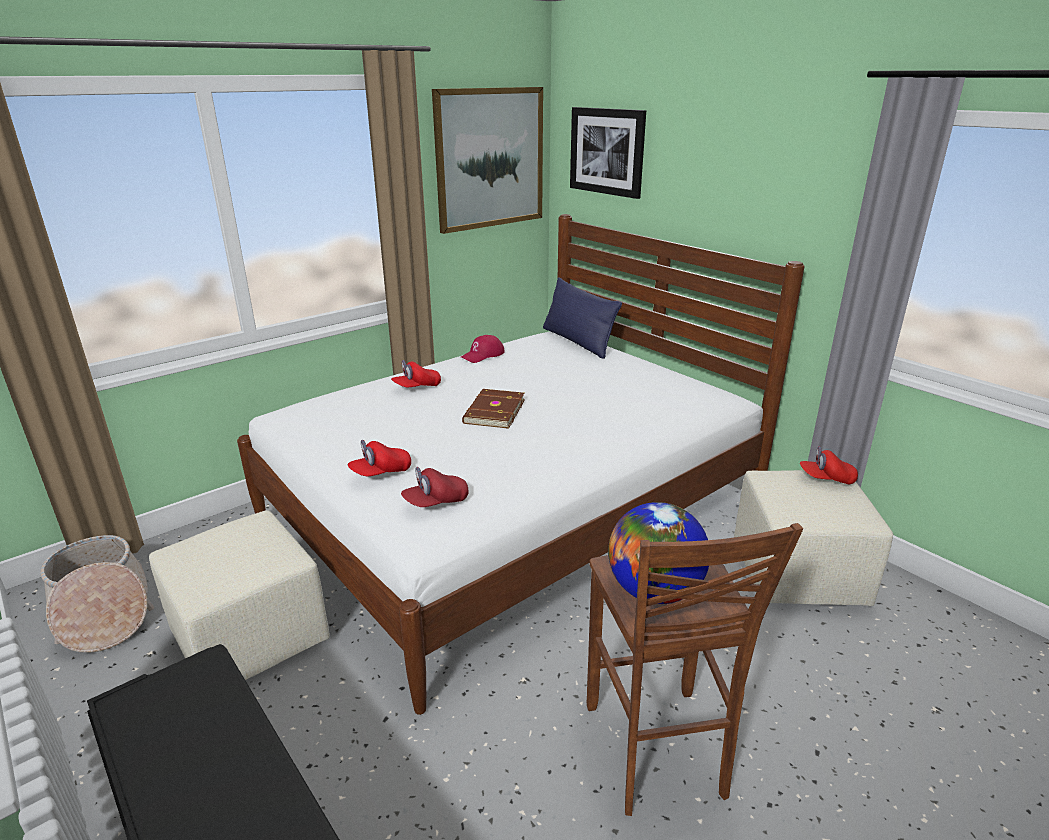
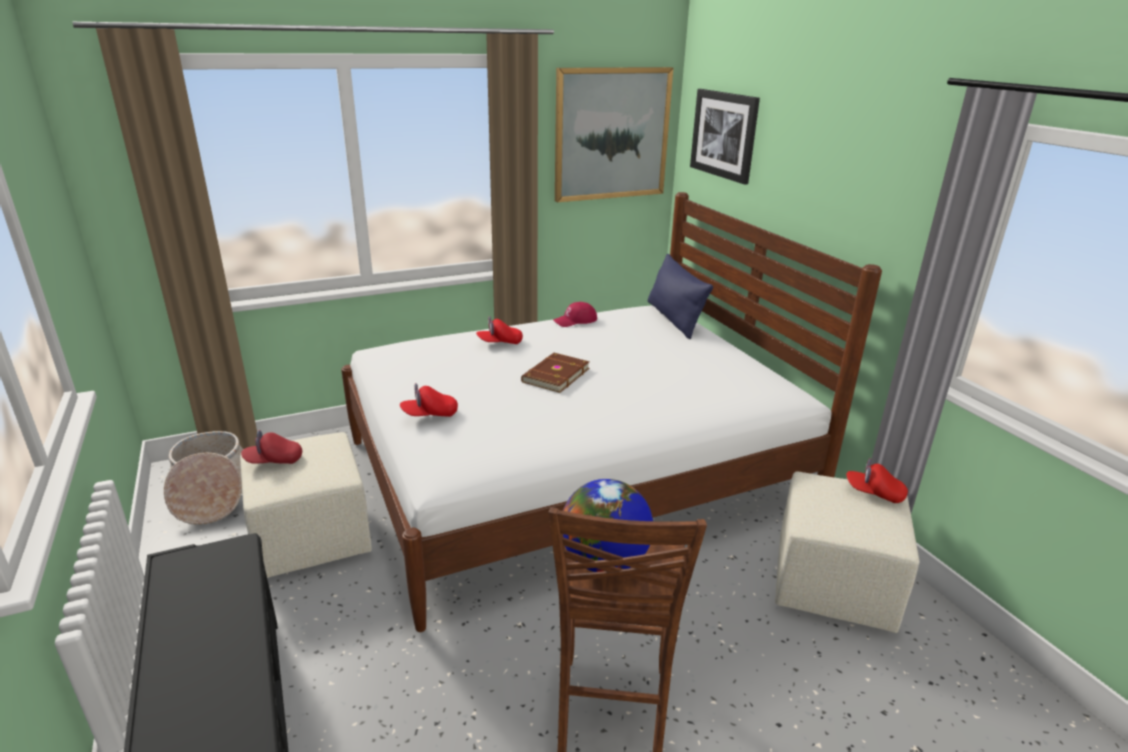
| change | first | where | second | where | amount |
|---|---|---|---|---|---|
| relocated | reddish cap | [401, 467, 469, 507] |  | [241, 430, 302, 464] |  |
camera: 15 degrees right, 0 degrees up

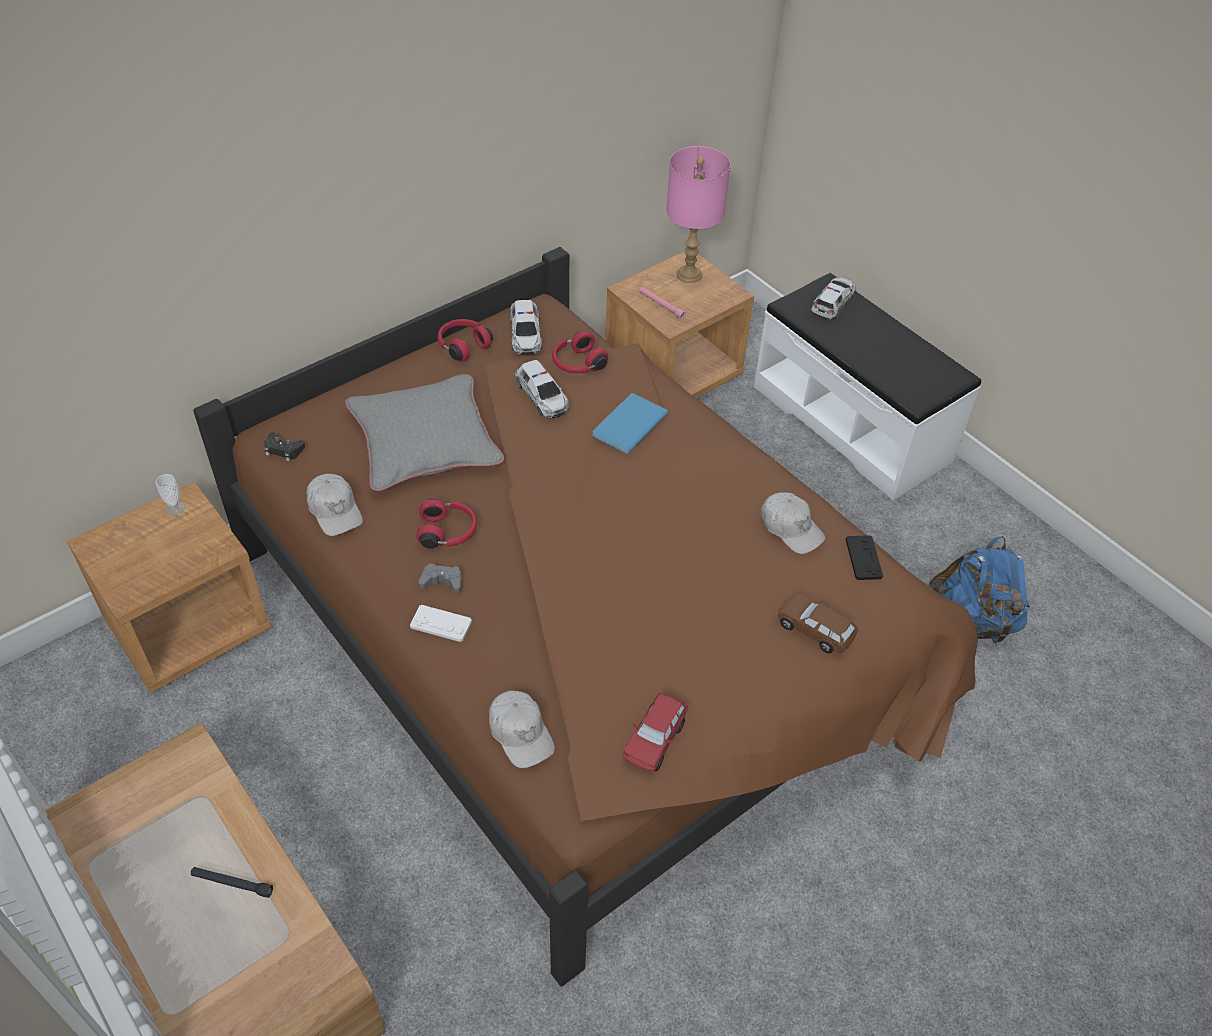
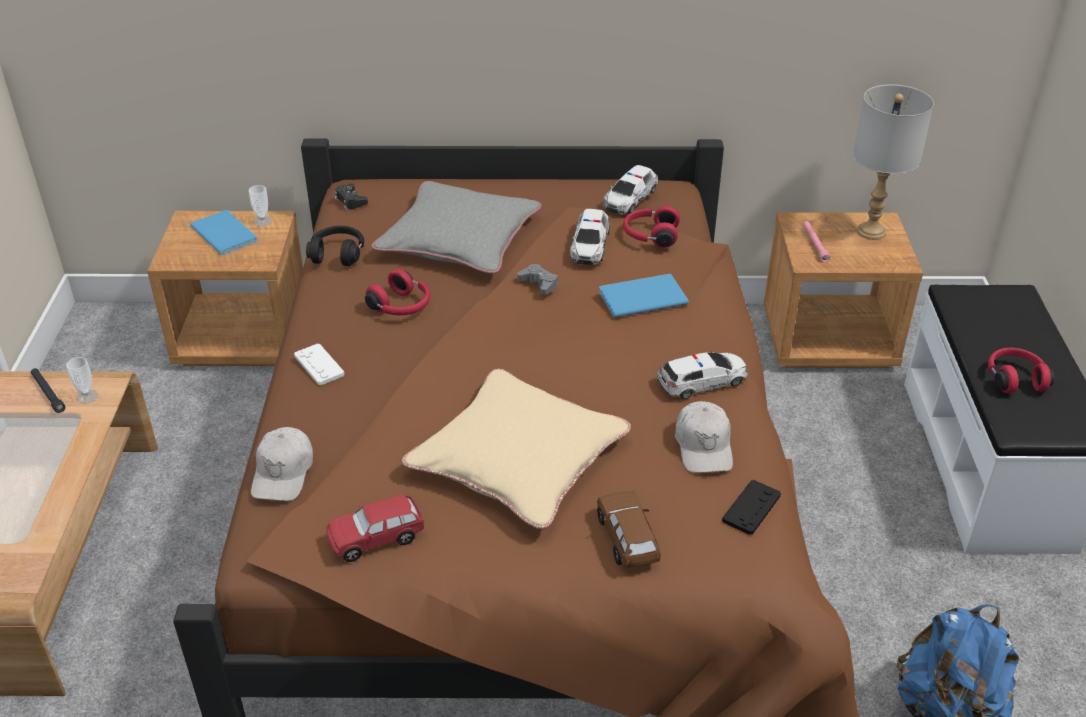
| change | first | where | second | where | amount |
|---|---|---|---|---|---|
| appeared |  |  | small cup | [66, 357, 98, 404] |  |
| appeared |  |  | bluish book | [190, 210, 258, 255] |  |
| appeared |  |  | sand-coloured cushion | [402, 369, 631, 529] |  |
| relocated | black-coloured torch | [191, 867, 273, 898] |  | [31, 368, 65, 413] |  |
| relocated | grey game controller | [418, 563, 461, 593] |  | [517, 264, 558, 295] |  |
| relocated | reddish pair of headphones | [437, 319, 493, 362] |  | [988, 348, 1055, 394] |  |
| relocated | toy car | [811, 277, 856, 320] |  | [657, 351, 748, 399] |  |
| exchanged | white cap | [307, 474, 363, 536] | black-coloured pair of headphones | [306, 226, 364, 266] |  |
| colour | pink table lamp | [666, 146, 731, 283] | grey table lamp | [853, 84, 934, 240] |  |
camera: 40 degrees right, 10 degrees down

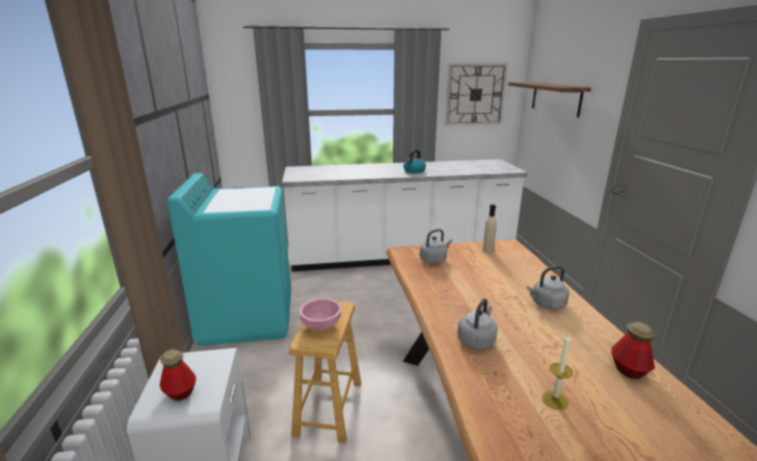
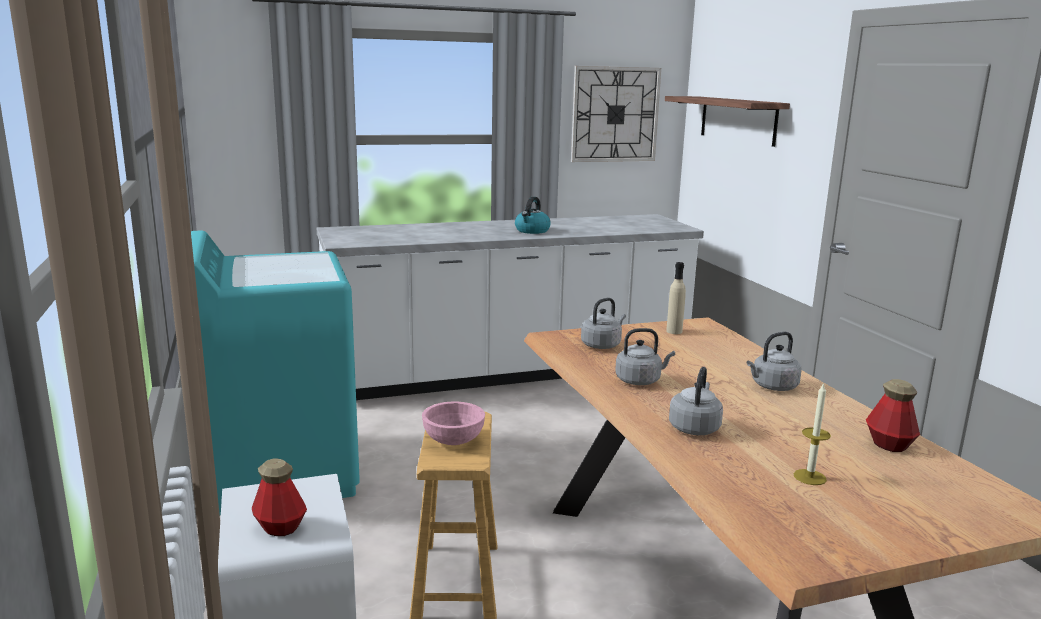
| change | first | where | second | where | amount |
|---|---|---|---|---|---|
| appeared |  |  | grey tea kettle | [615, 328, 675, 385] |  |
camera: 10 degrees left, 5 degrees down

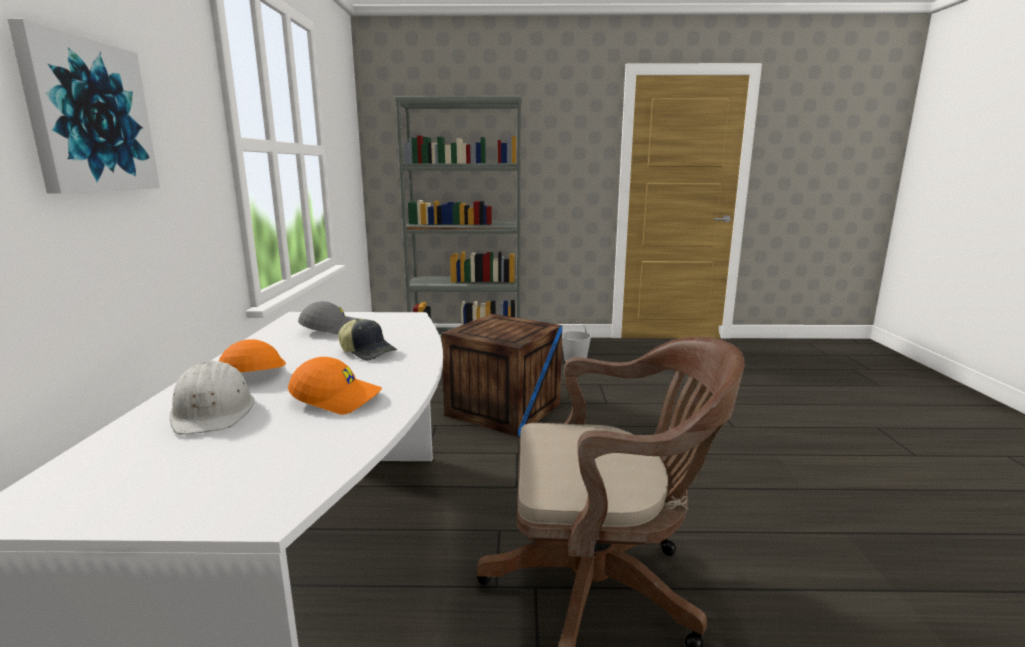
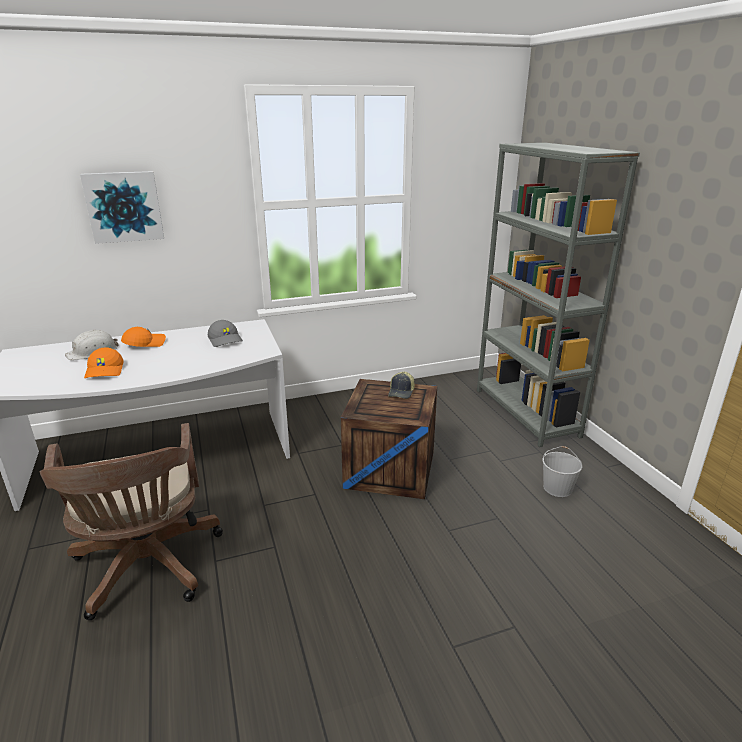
| change | first | where | second | where | amount |
|---|---|---|---|---|---|
| relocated | cap | [338, 318, 397, 360] |  | [388, 372, 415, 399] |  |
camera: 70 degrees right, 10 degrees up

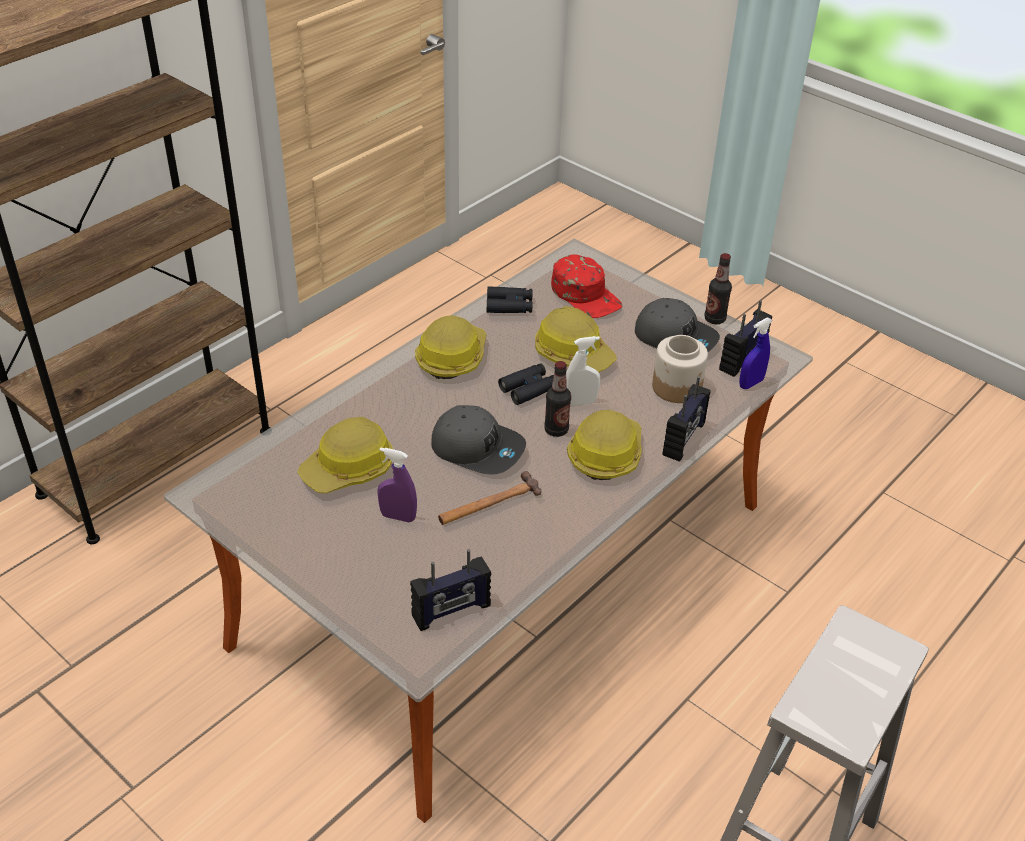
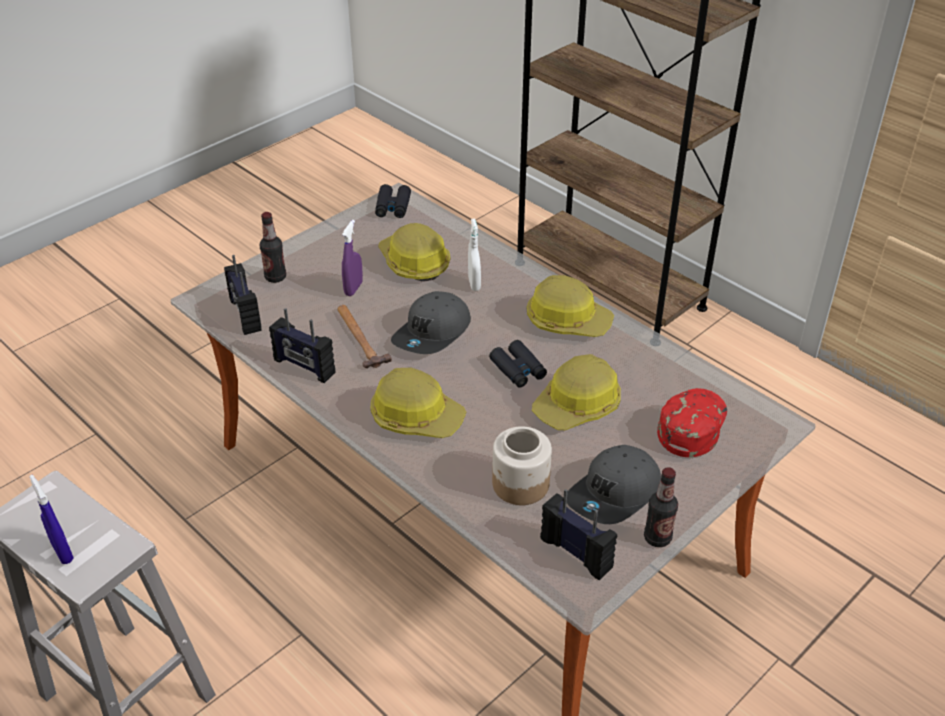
| change | first | where | second | where | amount |
|---|---|---|---|---|---|
| relocated | black-coloured pair of binoculars | [487, 286, 533, 313] |  | [375, 184, 411, 218] |  |
| relocated | beverage bottle | [544, 361, 571, 437] |  | [260, 212, 286, 283] |  |
| relocated | white hand sprayer | [566, 336, 600, 406] |  | [468, 219, 481, 291] |  |
| relocated | radio set | [663, 376, 711, 462] |  | [269, 308, 336, 383] |  |
| relocated | bluish hand sprayer | [739, 317, 773, 389] |  | [29, 475, 74, 564] |  |
| spun | reddish cap | [551, 254, 622, 318] |  | [657, 388, 727, 457] | 150 degrees clockwise |
camera: 95 degrees right, 0 degrees up

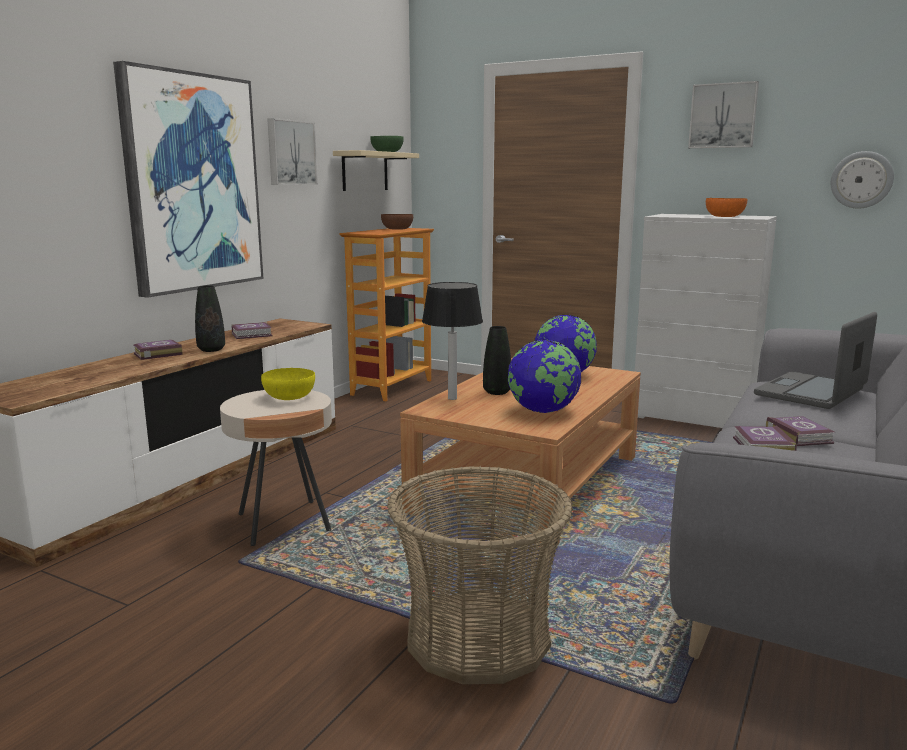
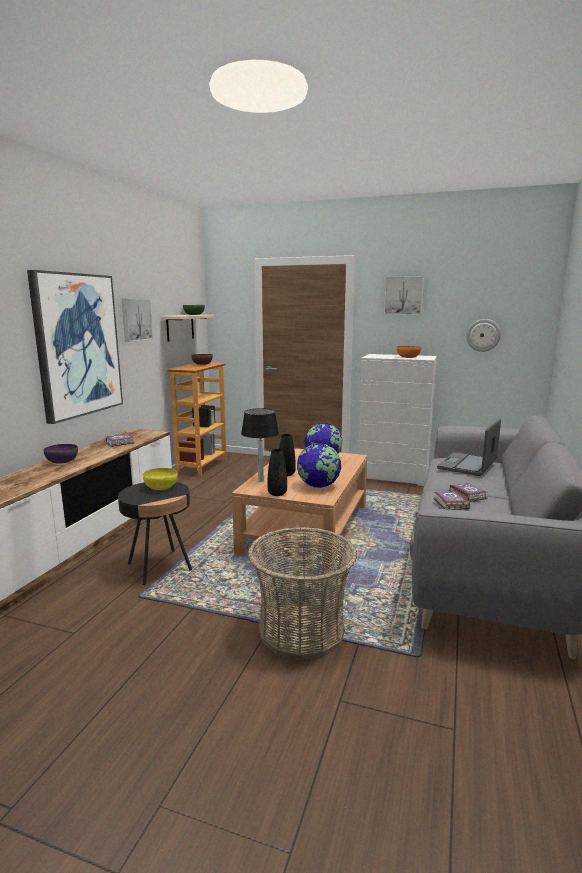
| change | first | where | second | where | amount |
|---|---|---|---|---|---|
| relocated | black-coloured decorative vase | [195, 285, 225, 352] |  | [267, 449, 287, 496] |  |
| exchanged | book | [134, 340, 182, 360] | purple bowl | [44, 444, 78, 464] |  |
| colour | sand-coloured accent table | [220, 390, 332, 546] | black-coloured accent table | [118, 482, 192, 585] |  |
camera: 10 degrees left, 0 degrees up

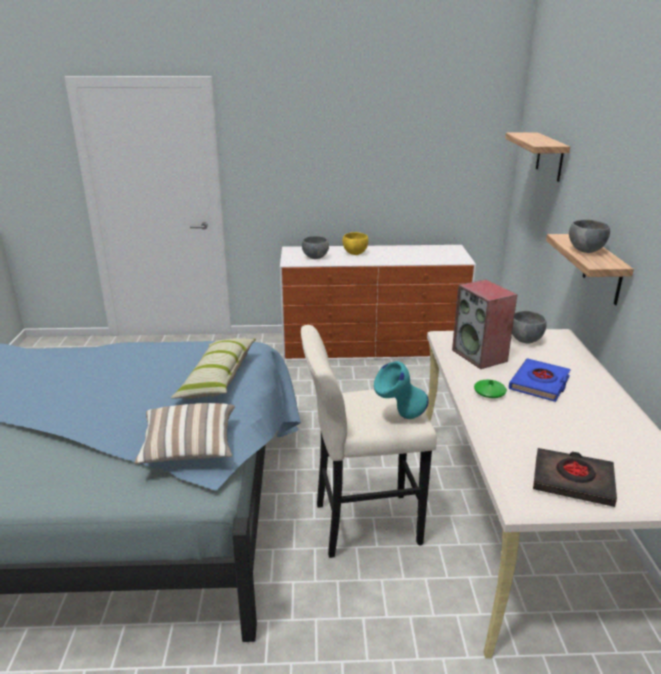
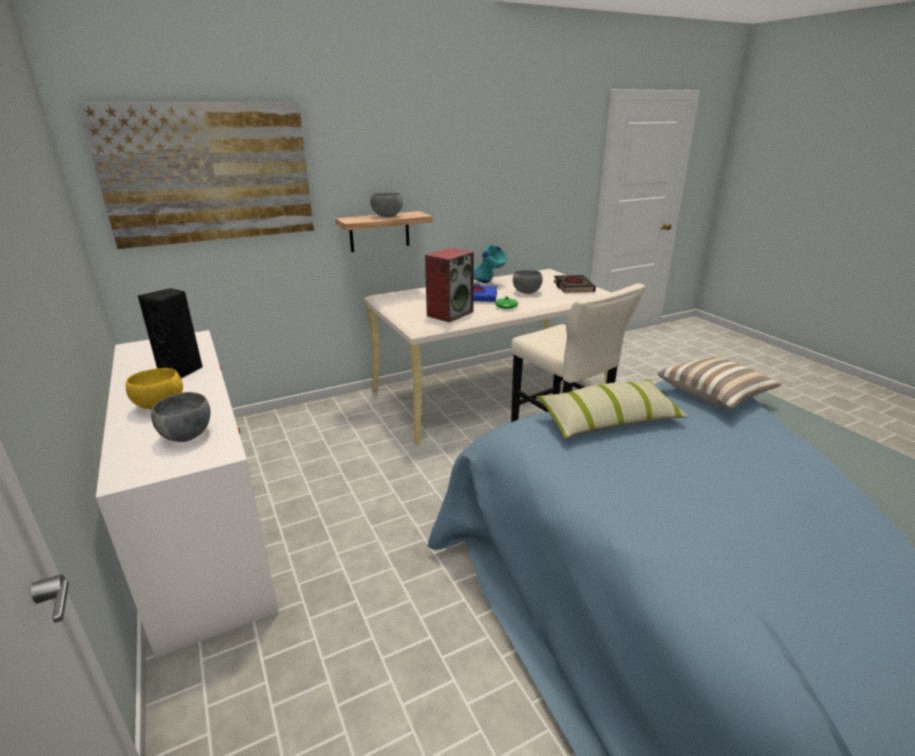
| change | first | where | second | where | amount |
|---|---|---|---|---|---|
| appeared |  |  | black-coloured audio speaker | [138, 288, 203, 379] |  |
| relocated | turquoise decorative vase | [374, 361, 429, 419] |  | [474, 245, 507, 283] |  |
| relocated | grey bowl | [512, 311, 547, 344] |  | [513, 270, 543, 294] |  |
| exchanged | shelf | [505, 132, 570, 182] | wall art | [77, 103, 314, 249] |  |
camera: 115 degrees left, 0 degrees up

